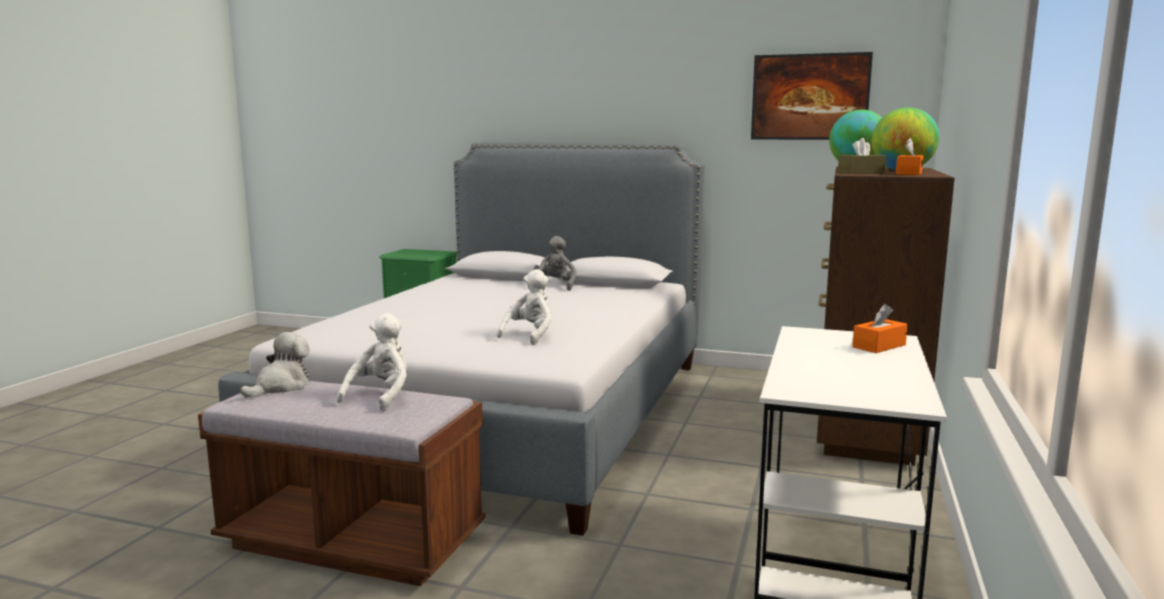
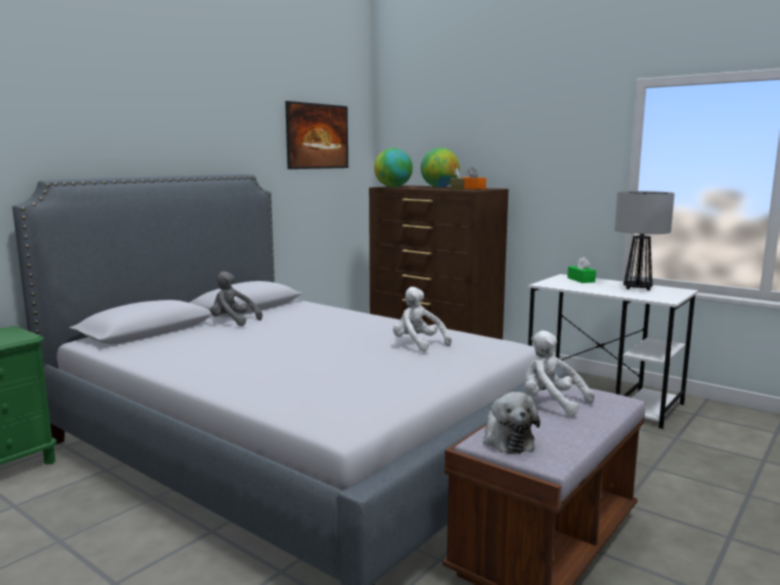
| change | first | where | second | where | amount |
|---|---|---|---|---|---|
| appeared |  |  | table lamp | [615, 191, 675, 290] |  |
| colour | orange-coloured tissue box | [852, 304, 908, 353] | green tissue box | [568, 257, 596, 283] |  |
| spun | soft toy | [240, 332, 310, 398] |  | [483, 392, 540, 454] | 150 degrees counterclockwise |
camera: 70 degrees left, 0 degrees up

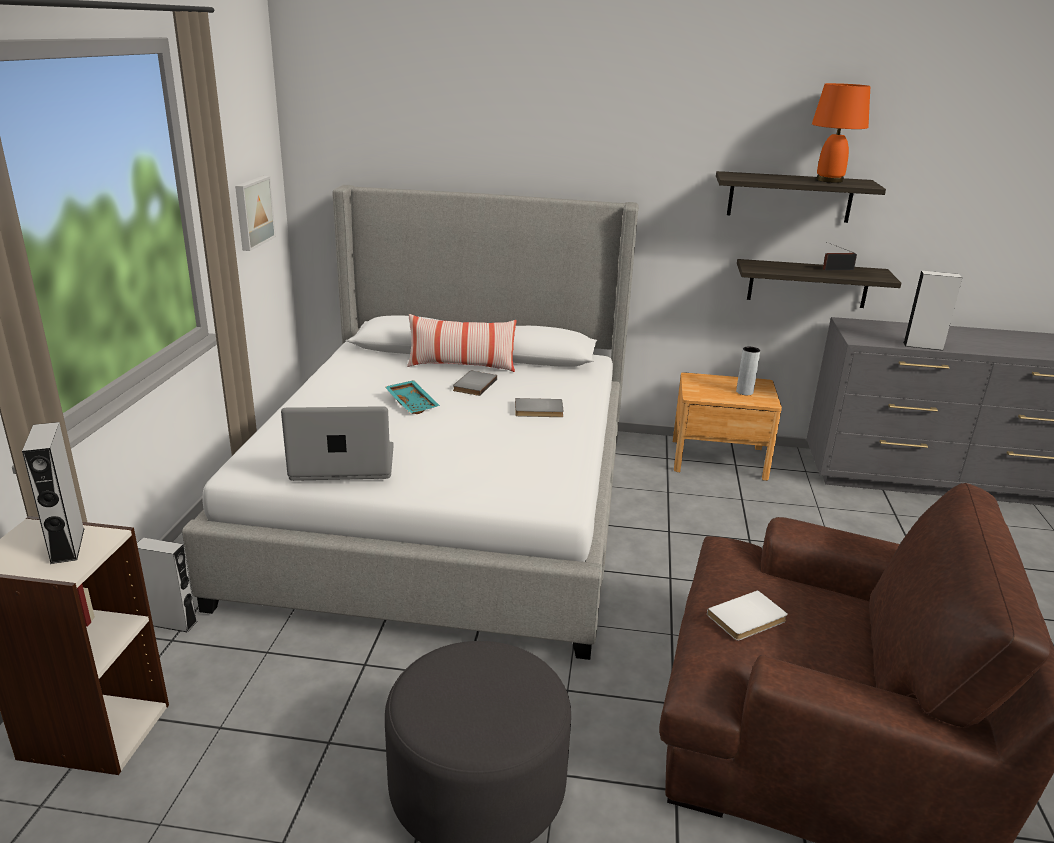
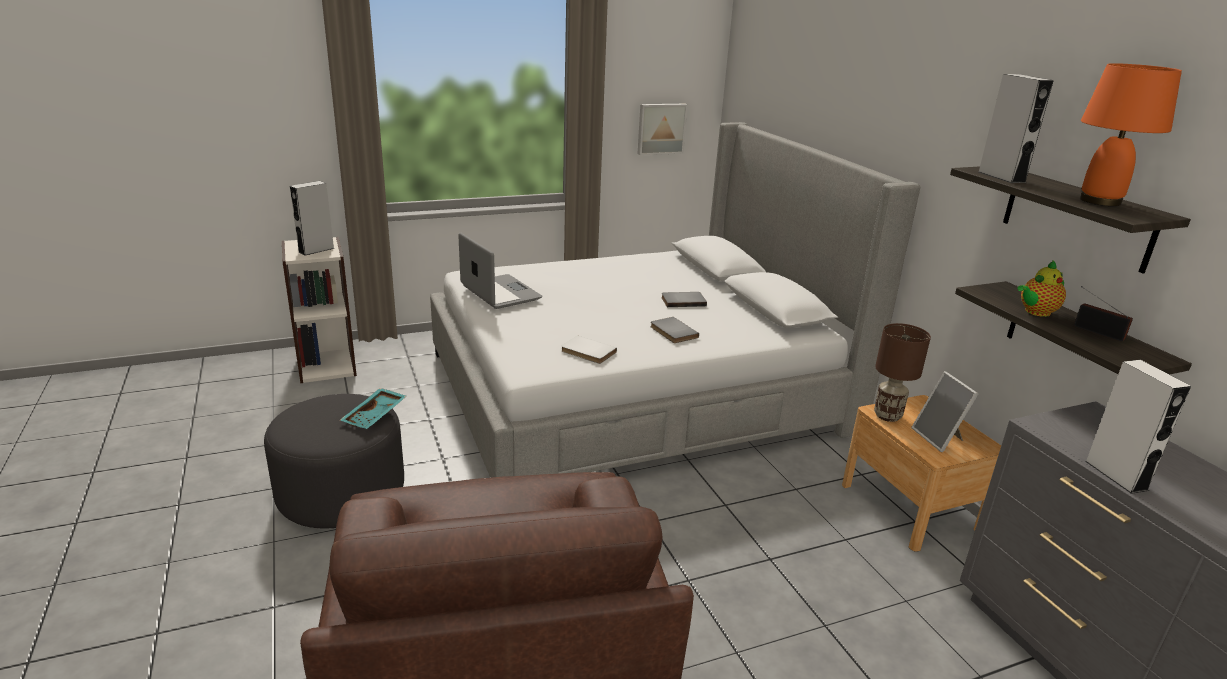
| change | first | where | second | where | amount |
|---|---|---|---|---|---|
| missing | cushion | [407, 314, 517, 372] |  |  |  |
| appeared |  |  | brown-coloured table lamp | [874, 323, 931, 422] |  |
| appeared |  |  | tea pot | [1018, 260, 1066, 317] |  |
| relocated | grey audio speaker | [137, 538, 197, 633] |  | [979, 74, 1054, 183] |  |
| relocated | turquoise tray | [385, 380, 440, 414] |  | [340, 388, 406, 429] |  |
| relocated | white book | [707, 590, 788, 640] |  | [561, 336, 617, 364] |  |
| exchanged | grey decorative vase | [736, 347, 760, 395] | picture frame | [911, 371, 978, 452] |  |
camera: 60 degrees right, 0 degrees up

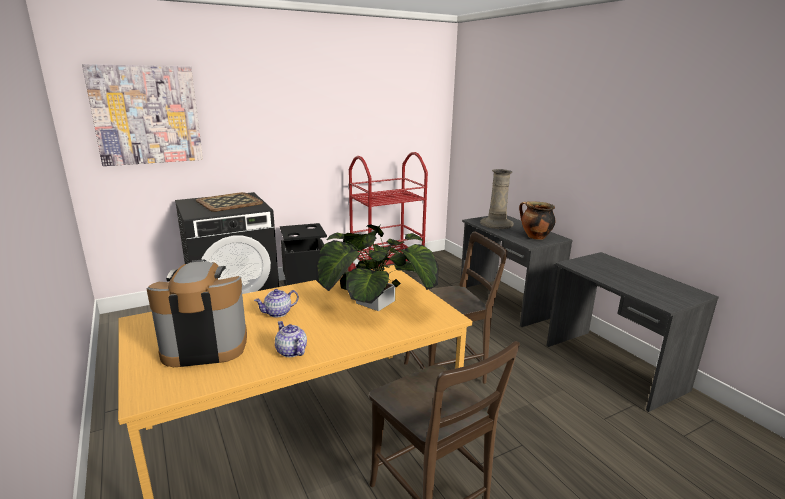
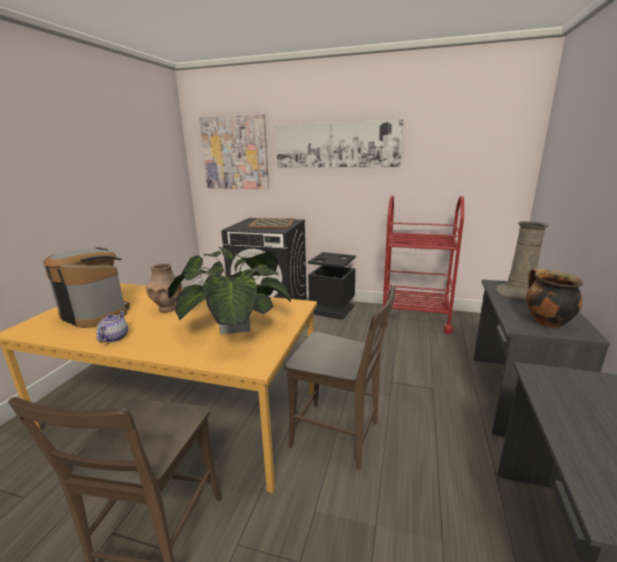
| change | first | where | second | where | amount |
|---|---|---|---|---|---|
| appeared |  |  | wall art | [275, 120, 403, 168] |  |
| exchanged | tea pot | [254, 289, 299, 318] | brown-coloured decorative vase | [146, 263, 182, 313] |  |
camera: 45 degrees right, 0 degrees up

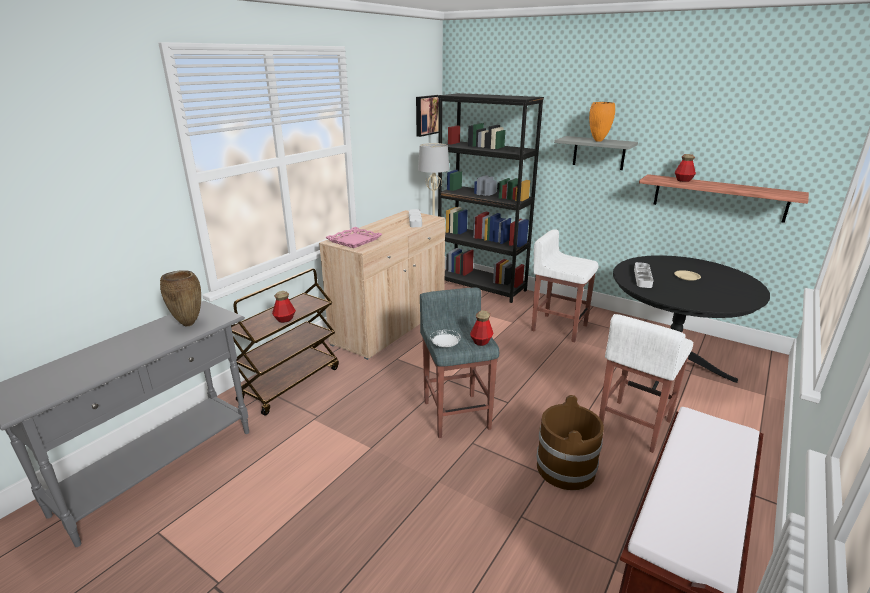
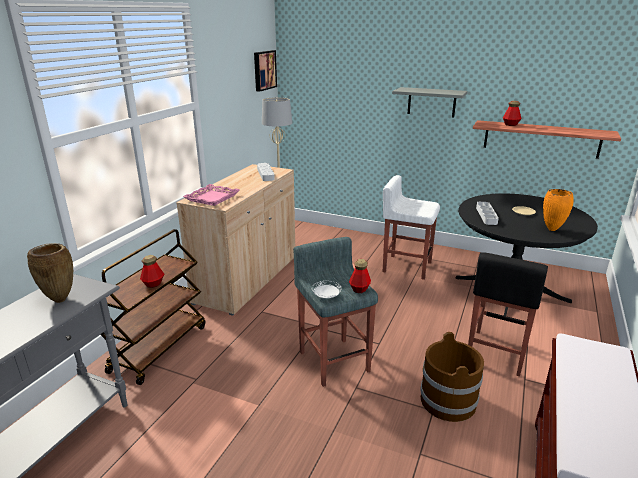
| change | first | where | second | where | amount |
|---|---|---|---|---|---|
| missing | black-coloured bookcase | [438, 93, 544, 303] |  |  |  |
| relocated | orange-coloured decorative vase | [589, 102, 615, 142] |  | [543, 189, 574, 231] |  |
| colour | white sitting stool | [599, 314, 693, 453] | black-coloured sitting stool | [468, 252, 548, 377] |  |
camera: 10 degrees left, 0 degrees up

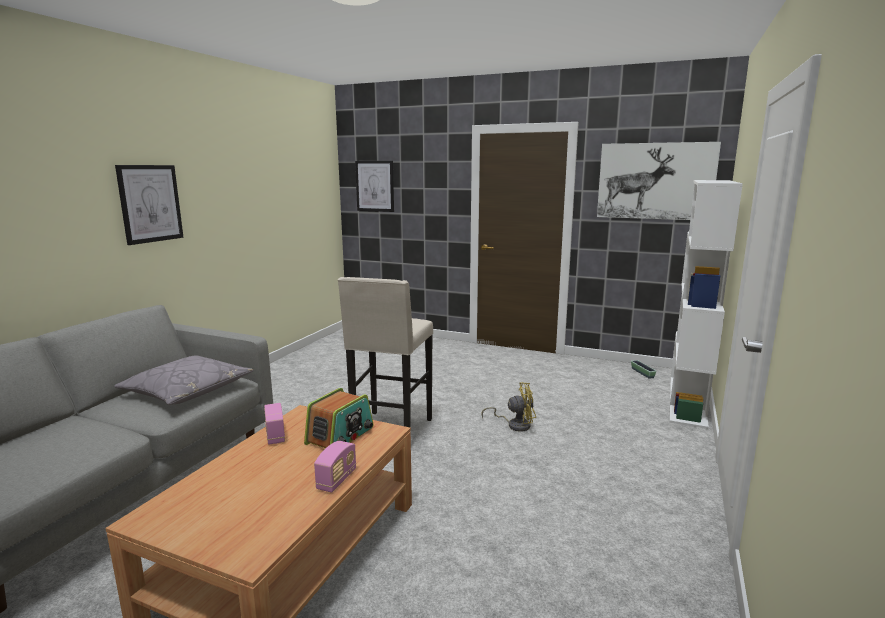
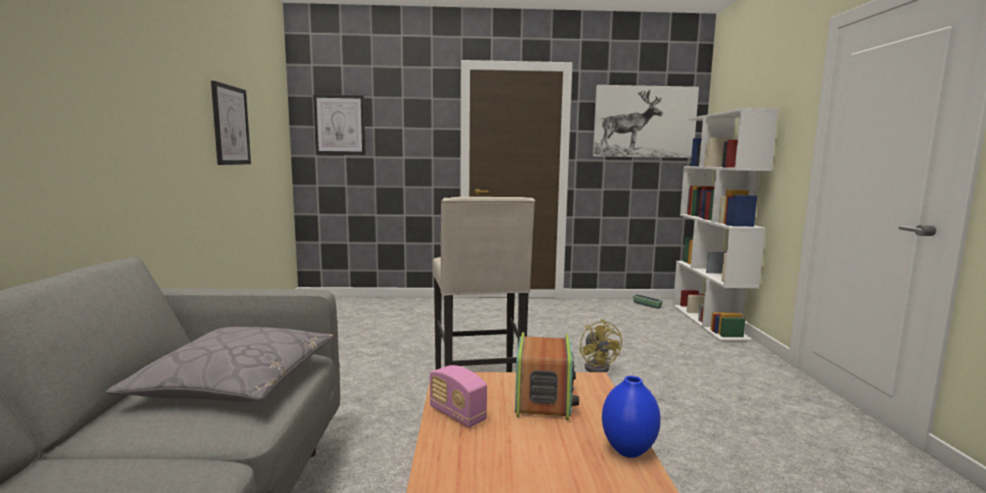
| change | first | where | second | where | amount |
|---|---|---|---|---|---|
| relocated | wall art | [115, 165, 183, 245] |  | [211, 81, 251, 165] |  |
| exchanged | radio set | [314, 441, 356, 492] | bluish decorative vase | [602, 376, 661, 458] |  |
| spun | yellow-coloured electric fan | [481, 382, 536, 432] |  | [579, 319, 622, 372] | 105 degrees clockwise |
camera: 25 degrees left, 5 degrees down

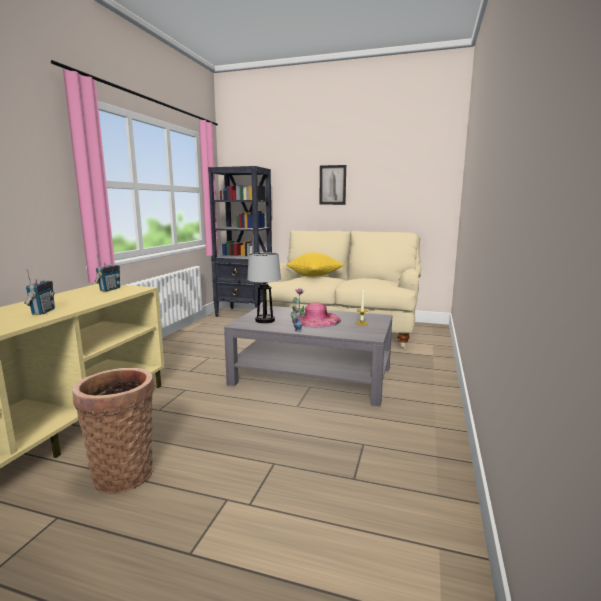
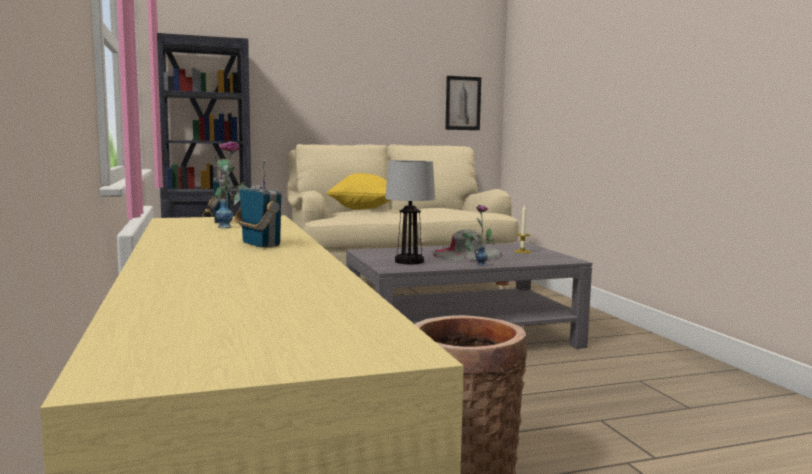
| change | first | where | second | where | amount |
|---|---|---|---|---|---|
| appeared |  |  | decorative vase | [215, 141, 247, 228] |  |
| relocated | wall art | [319, 165, 346, 205] |  | [445, 76, 481, 130] |  |
| colour | pink hat | [292, 302, 341, 327] | grey hat | [433, 230, 502, 261] |  |
camera: 35 degrees left, 5 degrees down

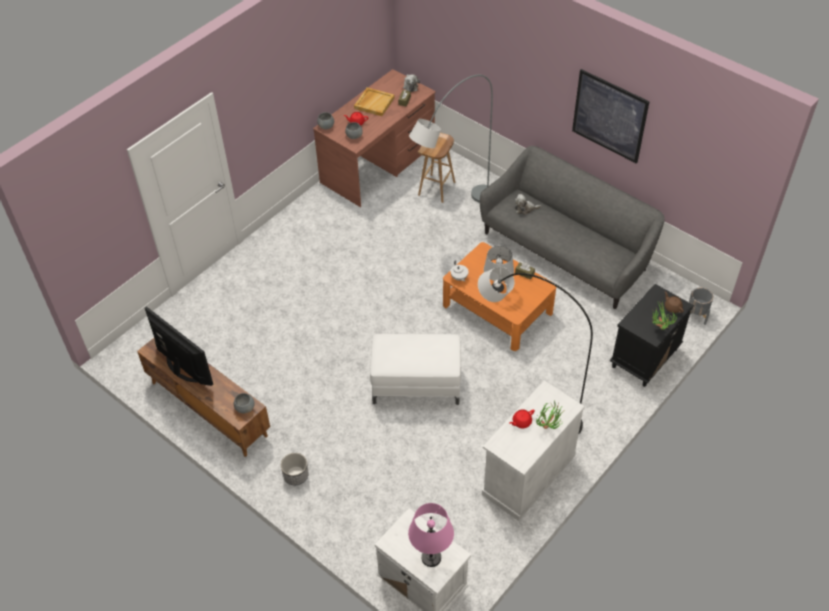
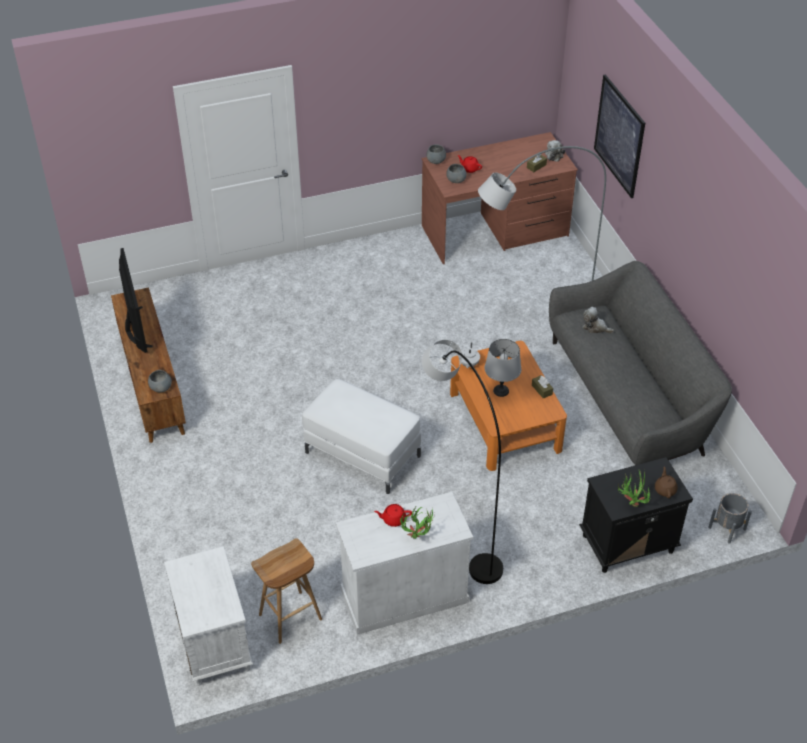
| change | first | where | second | where | amount |
|---|---|---|---|---|---|
| missing | flower pot | [281, 453, 309, 485] |  |  |  |
| missing | sand-coloured tray | [354, 87, 395, 116] |  |  |  |
| missing | pink table lamp | [408, 503, 454, 567] |  |  |  |
| relocated | brown-coloured sitting stool | [418, 133, 455, 203] |  | [251, 538, 322, 644] |  |
| relocated | wall art | [572, 69, 650, 164] |  | [594, 74, 645, 198] |  |
camera: 30 degrees right, 5 degrees down

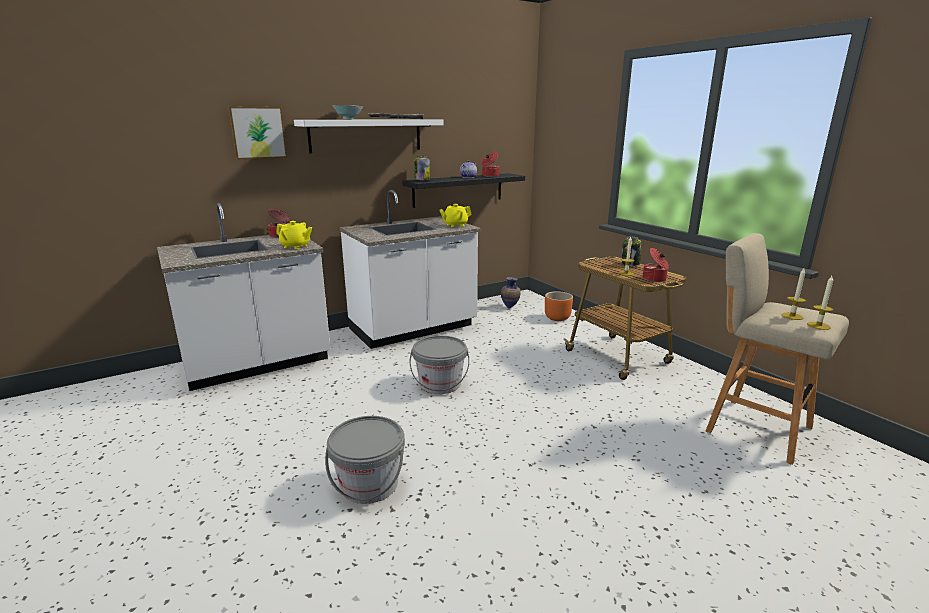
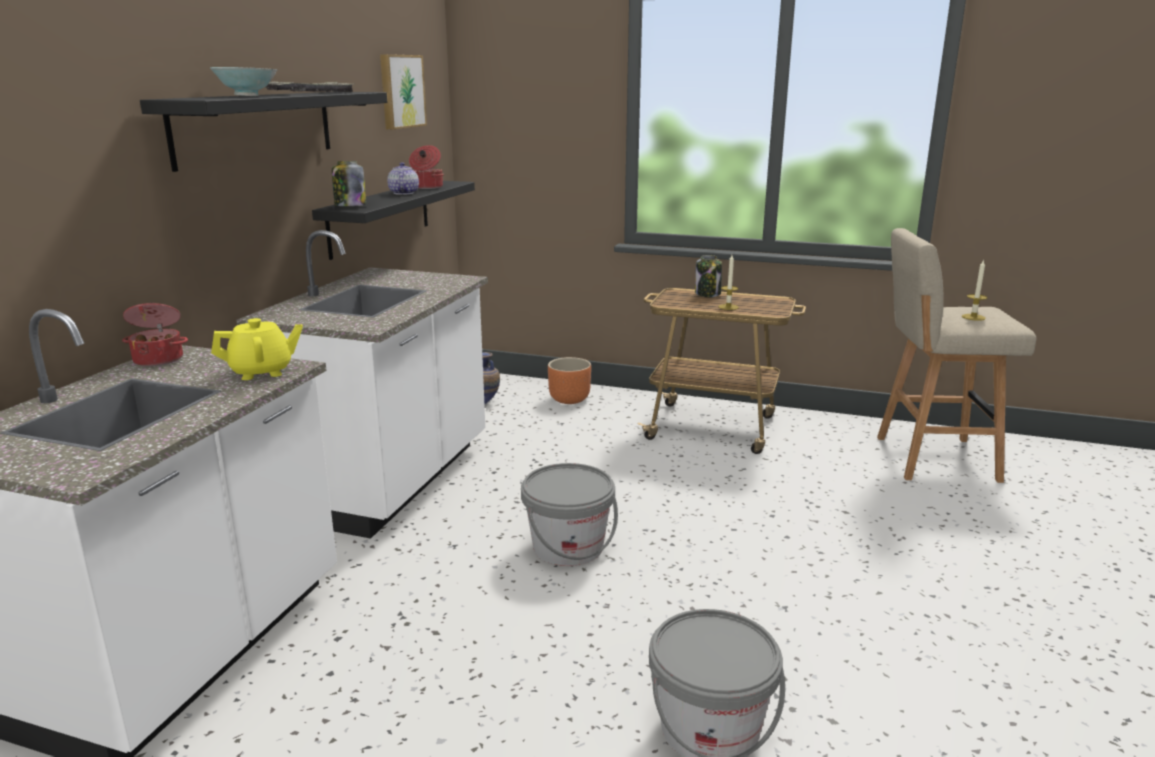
| change | first | where | second | where | amount |
|---|---|---|---|---|---|
| missing | yellow-coloured tea pot | [439, 204, 471, 227] |  |  |  |
| missing | saucepot | [642, 248, 669, 282] |  |  |  |
| missing | wax light | [807, 276, 834, 330] |  |  |  |
| relocated | wall art | [228, 106, 288, 159] |  | [380, 54, 427, 130] |  |
| colour | white shelf | [294, 119, 444, 153] | black-coloured shelf | [140, 92, 387, 172] |  |
camera: 40 degrees left, 0 degrees up

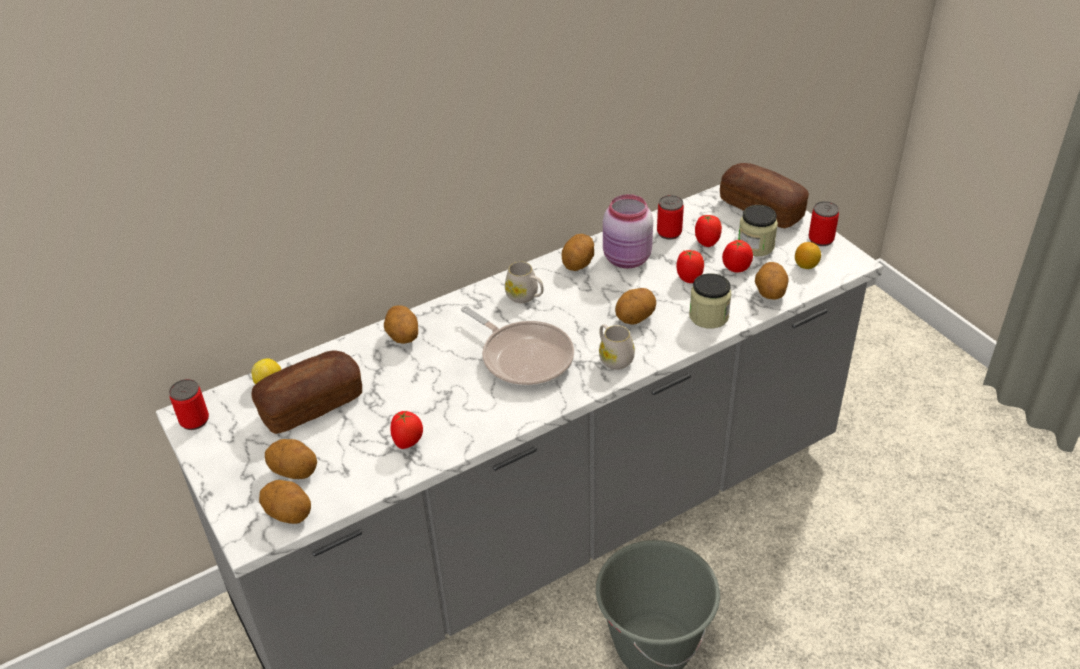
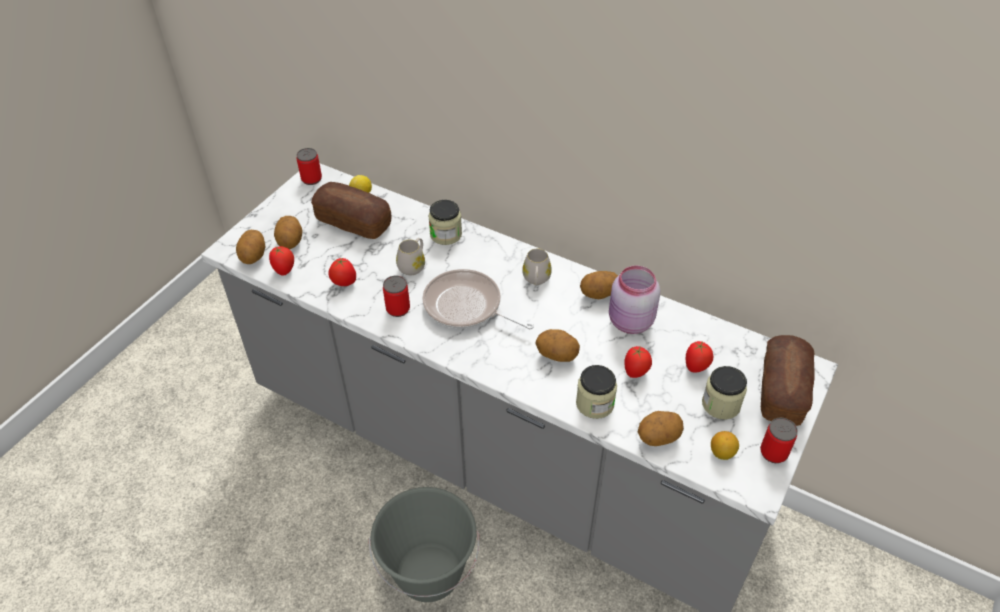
| change | first | where | second | where | amount |
|---|---|---|---|---|---|
| relocated | white coffee mug | [599, 324, 635, 370] |  | [396, 238, 425, 275] |  |
| relocated | metal can | [657, 195, 684, 240] |  | [383, 276, 410, 317] |  |
| relocated | fresh tomato | [722, 240, 753, 273] |  | [269, 246, 294, 276] |  |
| exchanged | potato | [384, 305, 418, 344] | jar | [428, 200, 462, 245] |  |
| spun | skillet | [461, 306, 574, 388] |  | [422, 269, 534, 329] | 105 degrees clockwise |
camera: 60 degrees right, 5 degrees up

